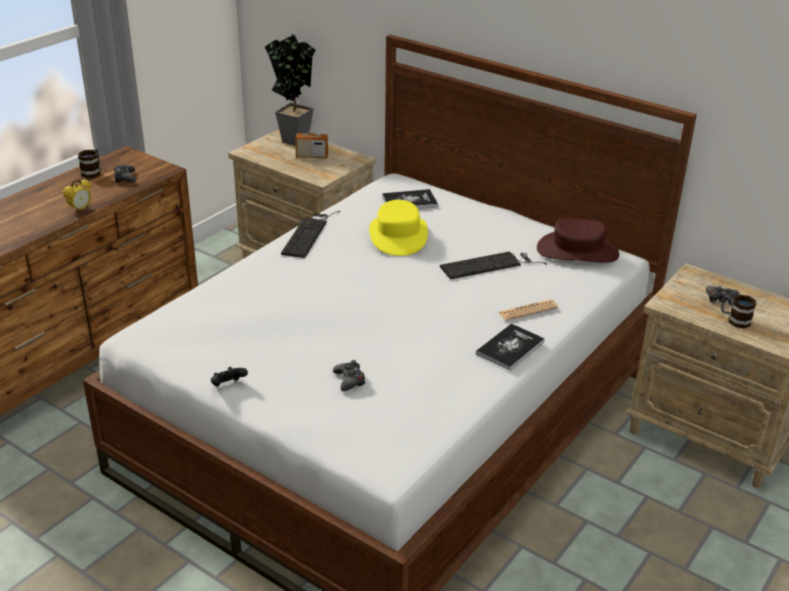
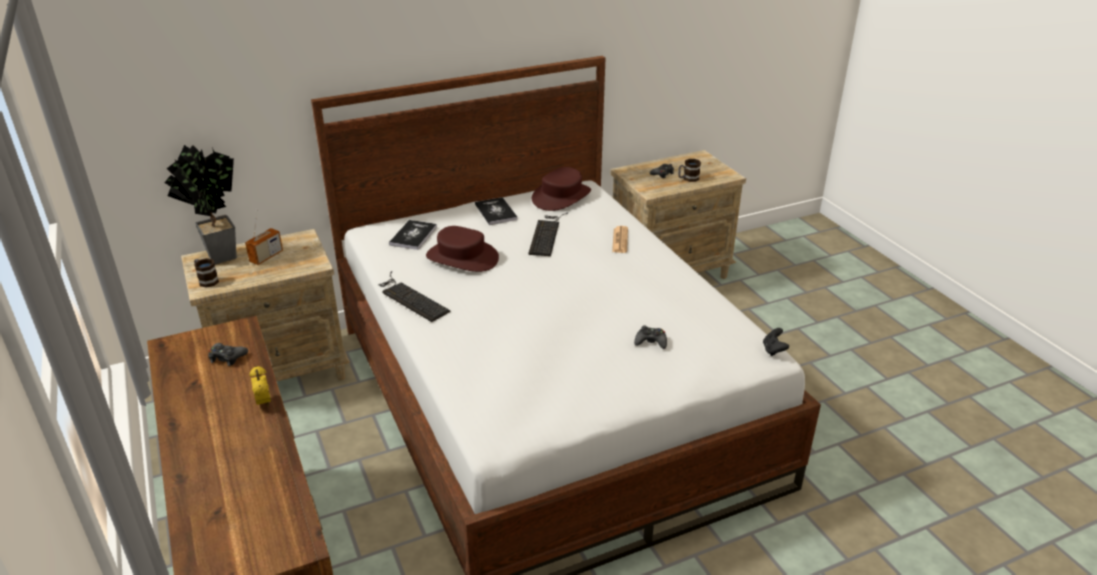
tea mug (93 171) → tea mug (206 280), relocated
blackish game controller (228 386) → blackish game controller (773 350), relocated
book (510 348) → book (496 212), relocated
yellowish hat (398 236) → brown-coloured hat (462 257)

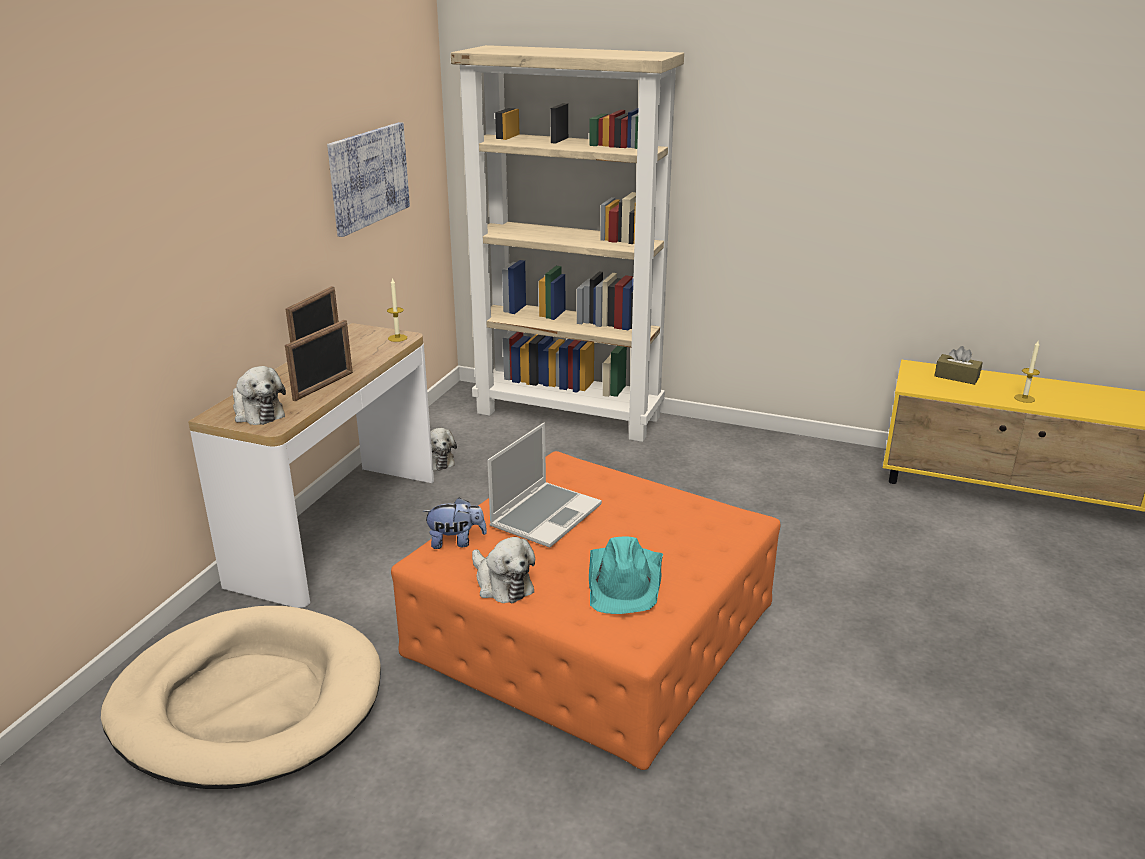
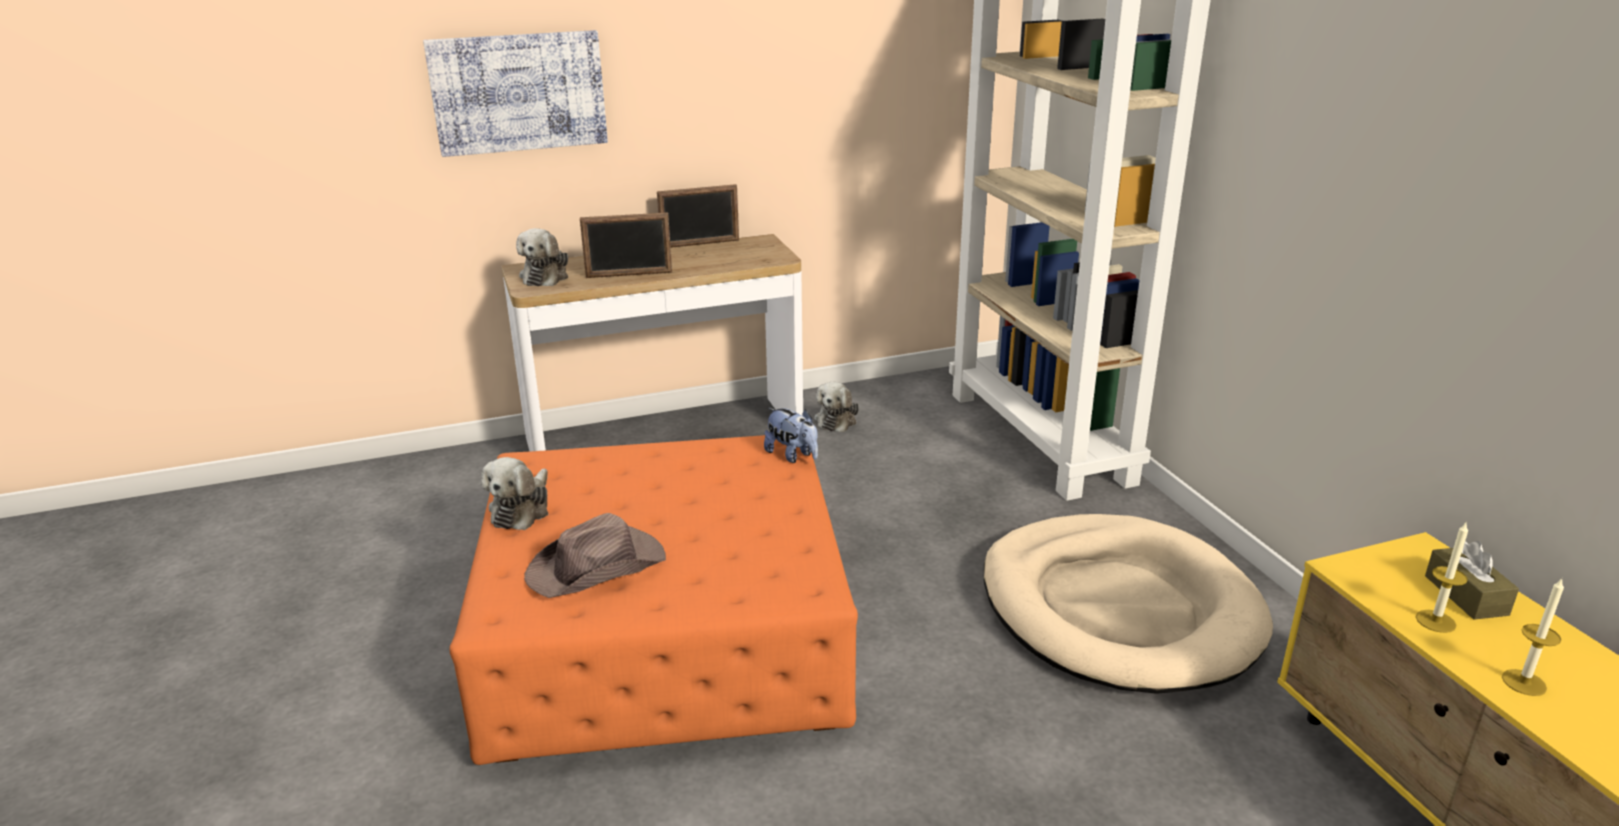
laptop (545 515) → -
beige-coloured dog cushion (248 702) → beige-coloured dog cushion (1118 610), relocated
picture (368 177) → picture (518 92), relocated
candle (397 338) → candle (1435 621), relocated
cuddly toy (456 542) → cuddly toy (792 455), relocated
turquoise hat (625 581) → brown-coloured hat (598 567)

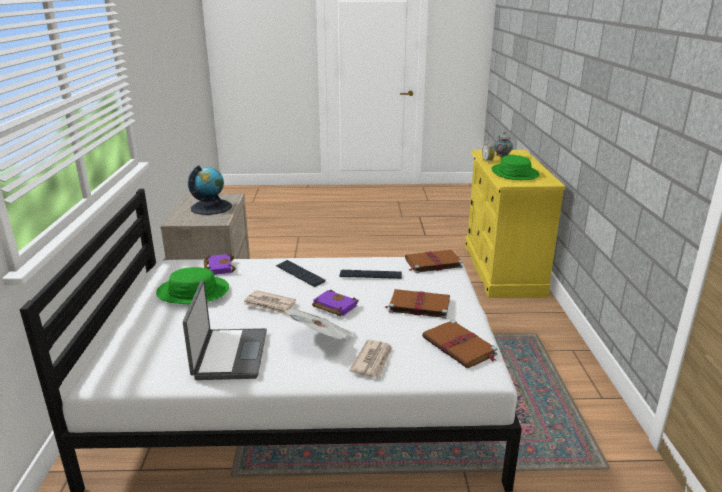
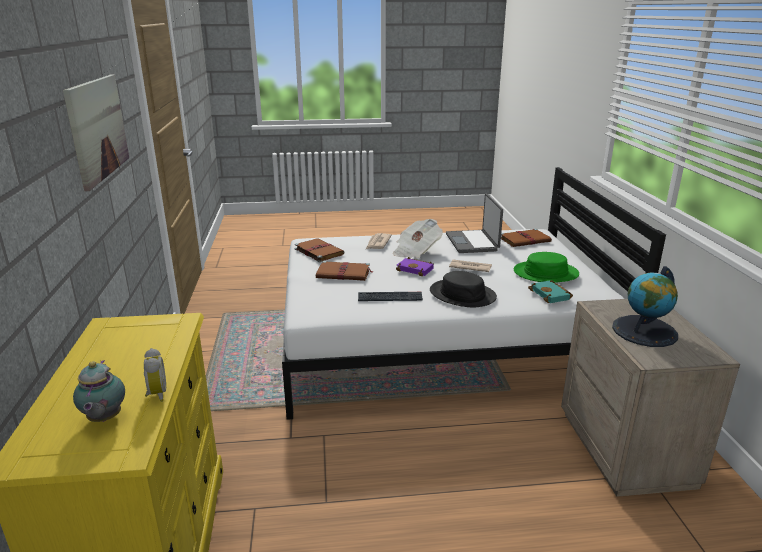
green hat (514 173) → -
- → picture (98 128)
brown-coloured book (432 263) → brown-coloured book (525 240), relocated
computer keyboard (300 274) → blackish hat (462 294)
purple-coloured book (218 267) → turquoise book (551 295)

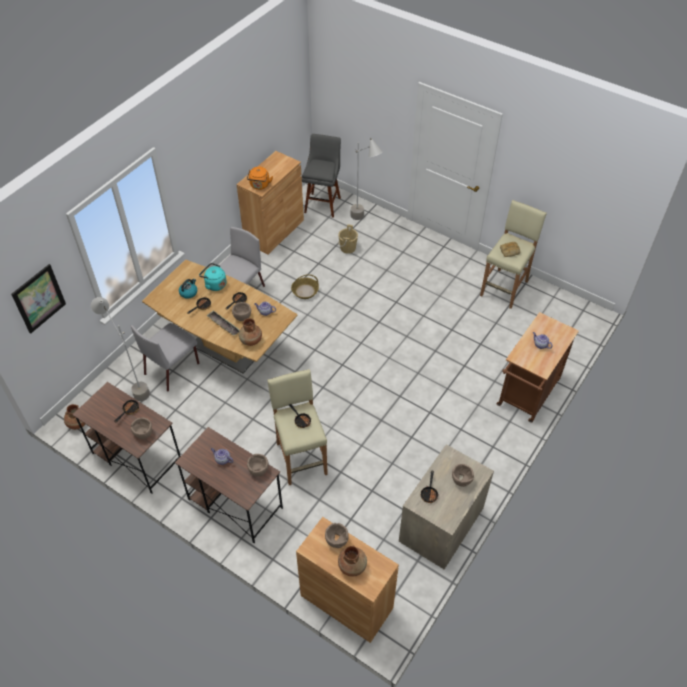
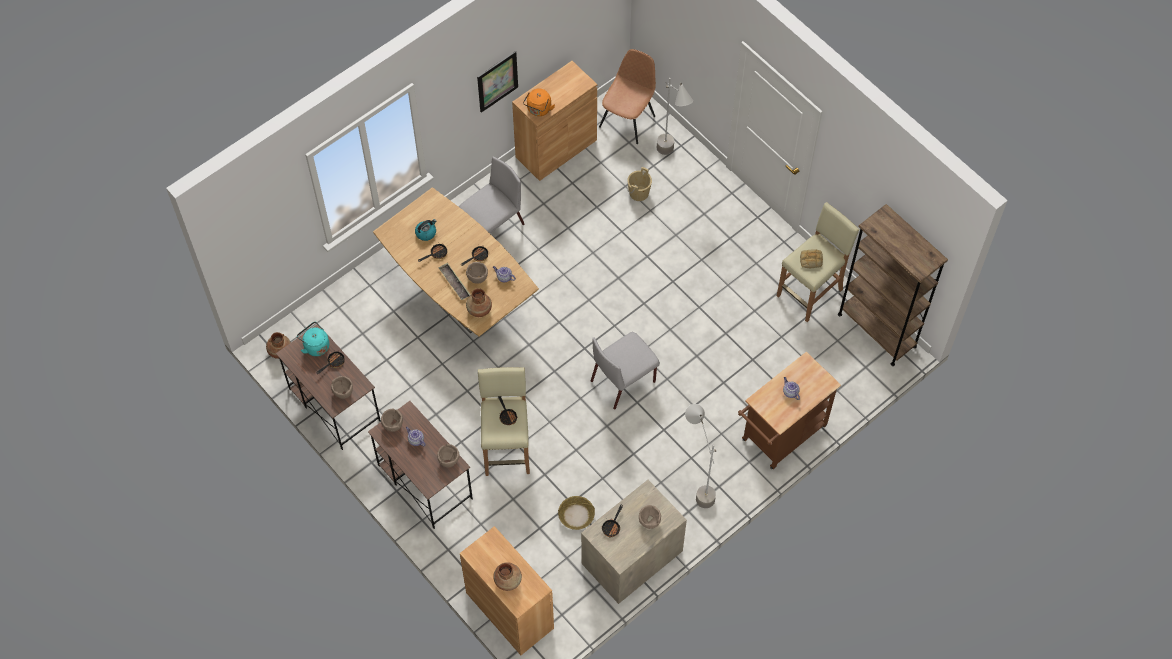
- → brown-coloured bookshelf (877 330)
picture (39 298) → picture (497 81), relocated
grey standard lamp (133 386) → grey standard lamp (697 486), relocated
grey upright chair (172 368) → grey upright chair (624 380), relocated
turquoise kettle (214 284) → turquoise kettle (315 346), relocated
household basket (305 291) → household basket (576 515), relocated
brown-coloured deep dish (336 540) → brown-coloured deep dish (393 424), relocated
grey sitting stool (323 203) → brown-coloured upright chair (628 120)

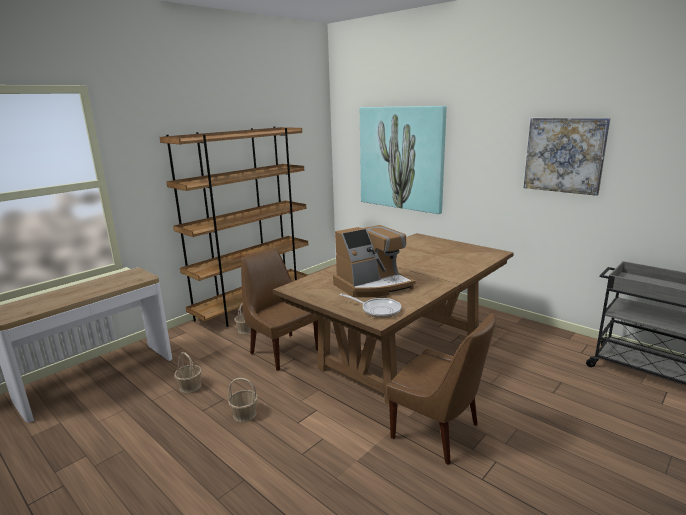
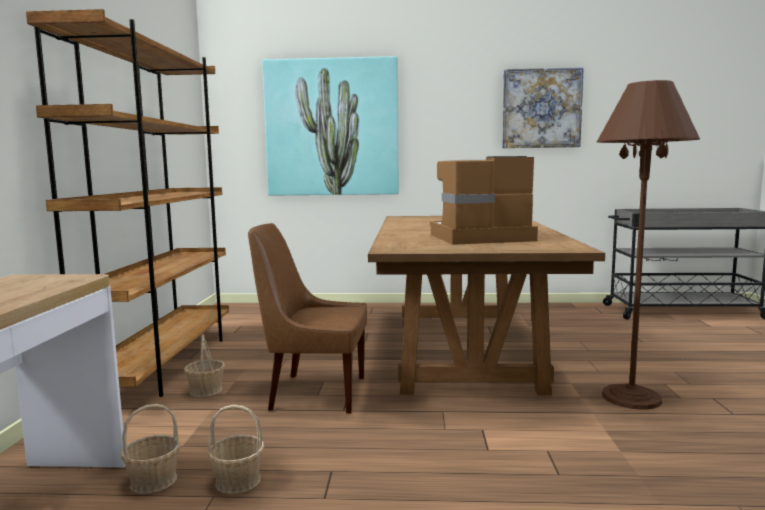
skillet (378 310) → -
household basket (244 414) → household basket (153 481), relocated
brown-coloured upright chair (438 432) → brown-coloured standard lamp (631 397)
coffee maker (373 286) → coffee maker (479 238), 120 degrees counterclockwise

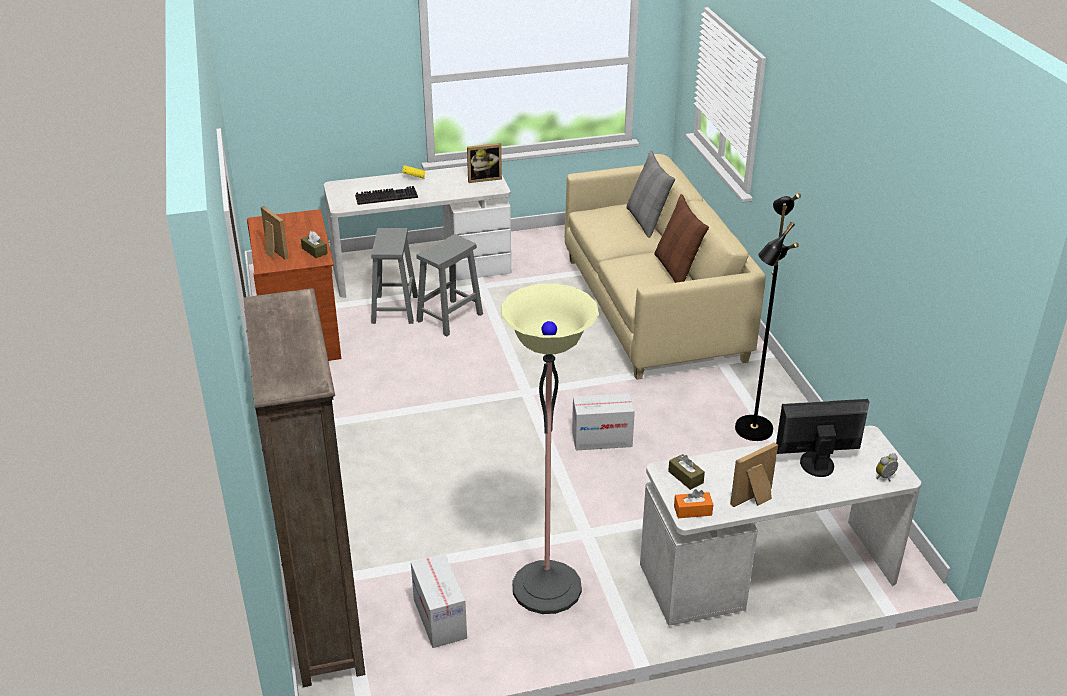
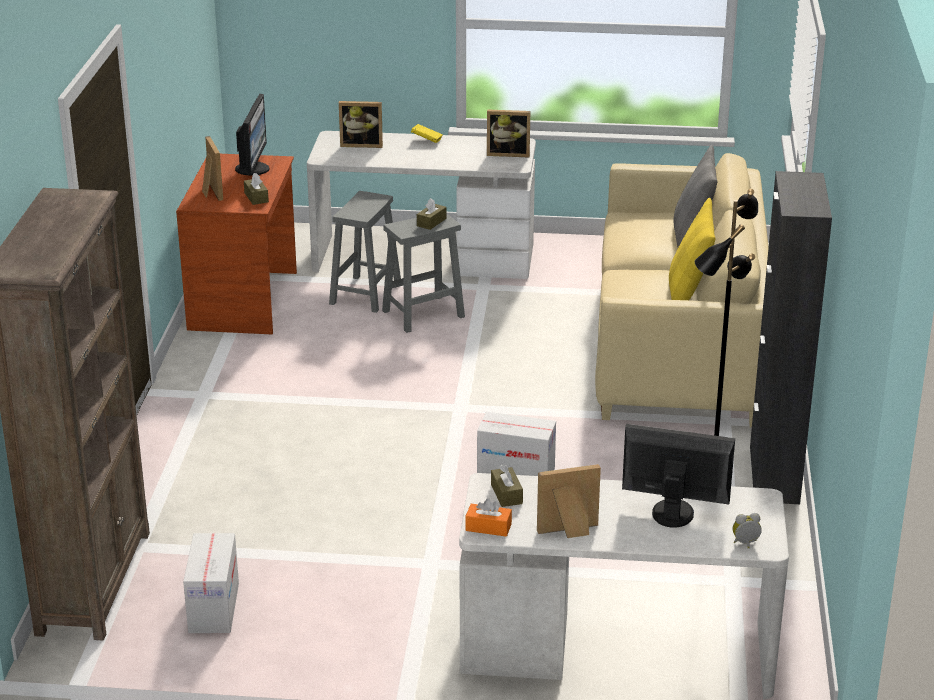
computer keyboard (387 196) → -
standard lamp (546 588) → -
- → monitor (253 169)
- → standing frame (362 144)
- → brown-coloured tissue box (431 222)
- → blackish cupboard (774 475)
brown-coloured throw pillow (677 270) → yellowish throw pillow (688 293)

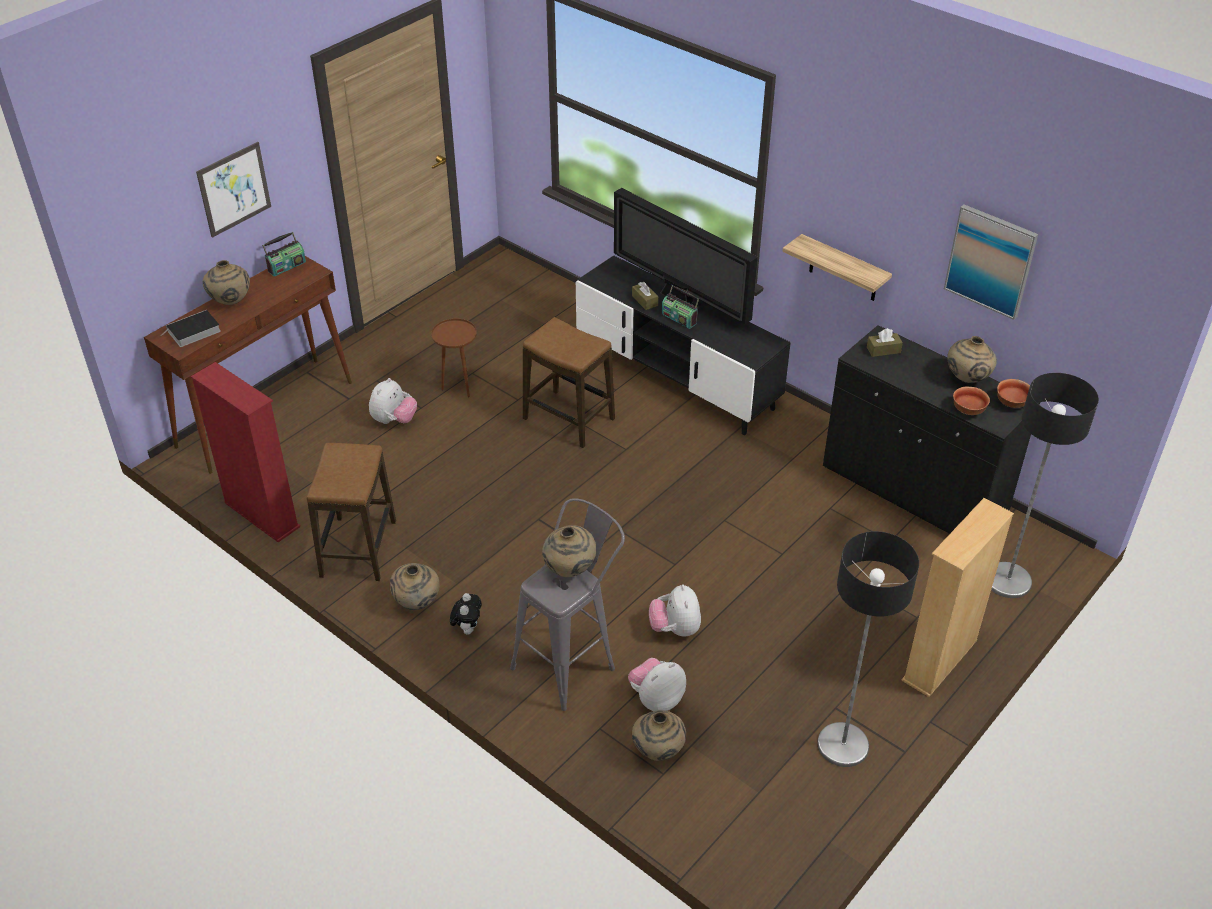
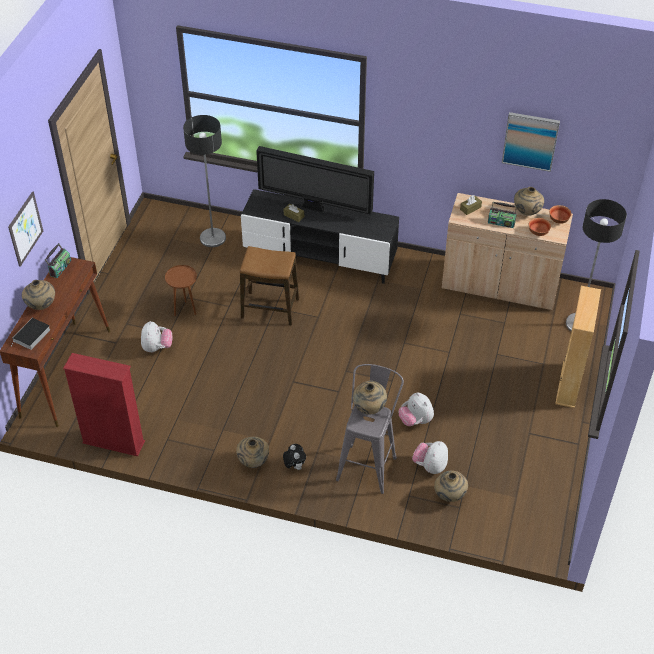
sitting stool (358 548) → -
wall shelf (843 269) → -
radio receiver (679 318) → radio receiver (501 222), relocated
standard lamp (843 745) → standard lamp (212 238), relocated
blackish cupboard (914 489) → beige-coloured cupboard (500 285)

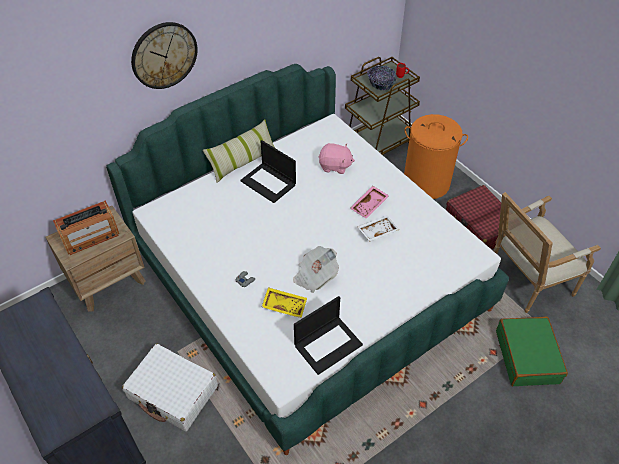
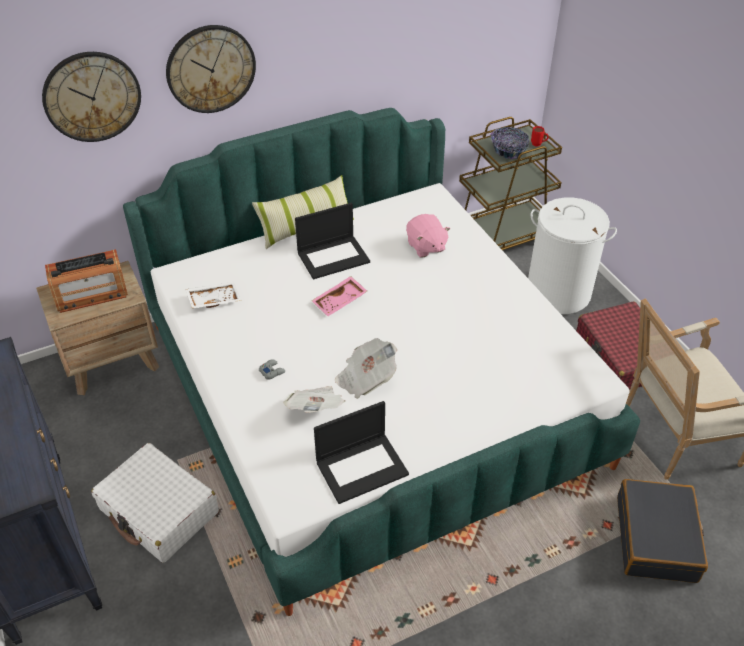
- → wall clock (92 96)
pink tray (369 206) → pink tray (340 302), relocated
whitish tray (377 231) → whitish tray (214 299), relocated
yellowish tray (284 305) → newspaper (316 409)
orangey laundry basket (426 182) → whitish laundry basket (558 292)
green piece of luggage (527 357) → blackish piece of luggage (656 539)
laptop (269 183) → laptop (333 257), 75 degrees counterclockwise
pink cuddly toy (335 166) → pink cuddly toy (426 246), 45 degrees clockwise

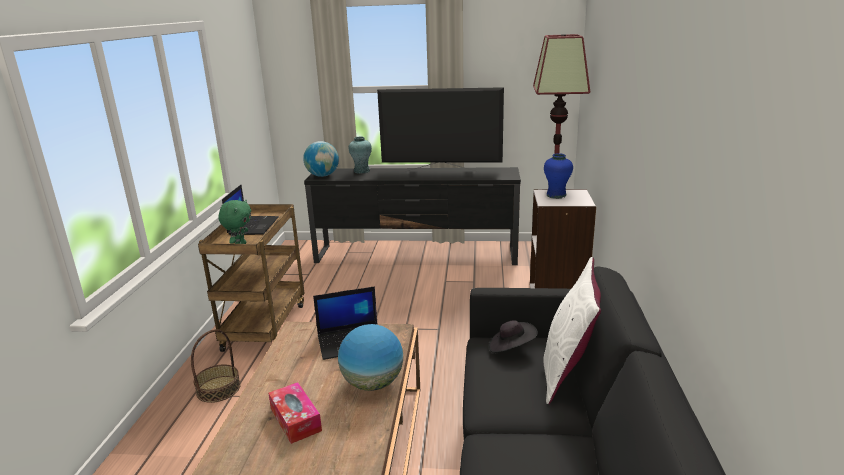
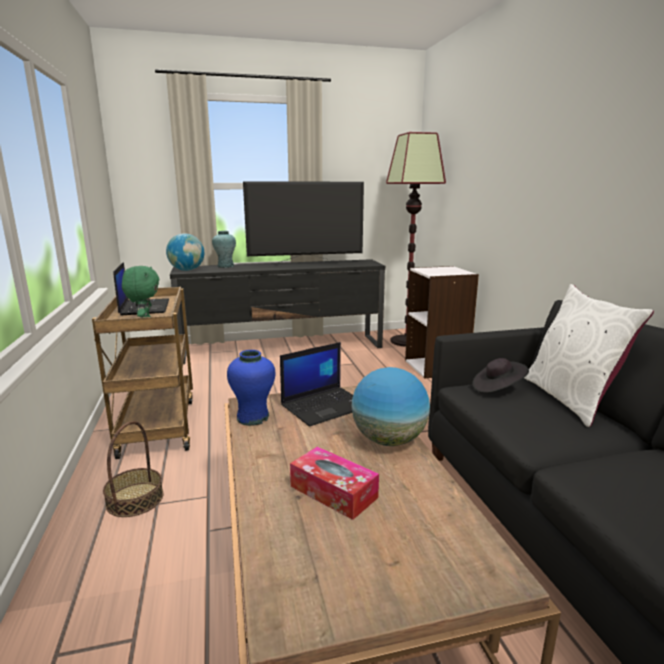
blue vase (556 195) → blue vase (253 417), relocated

